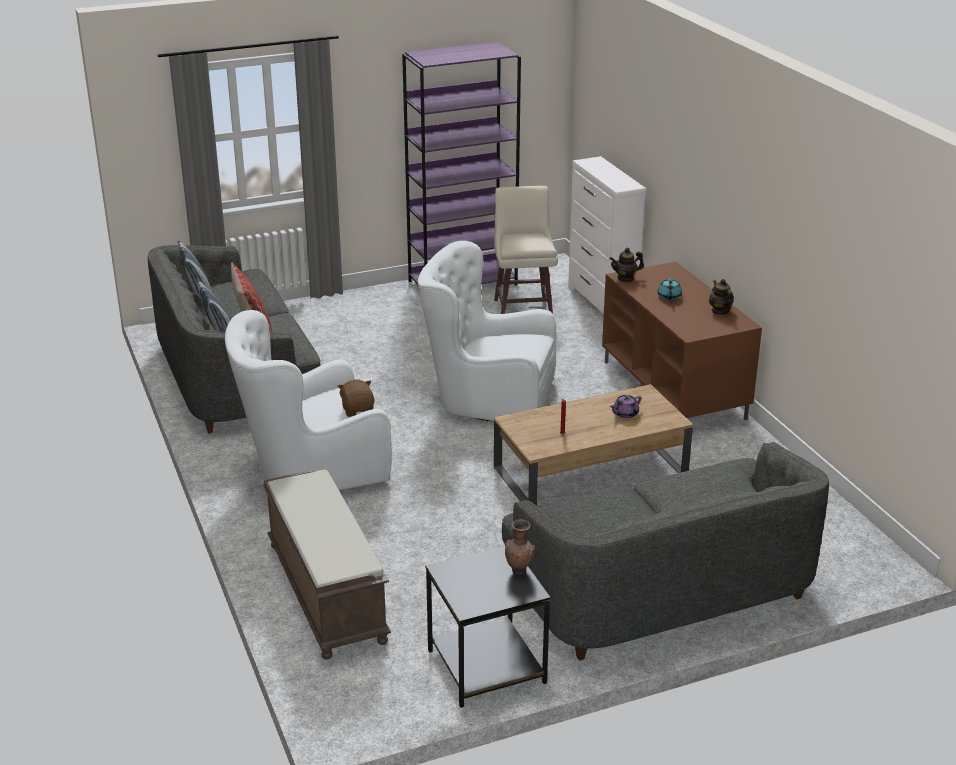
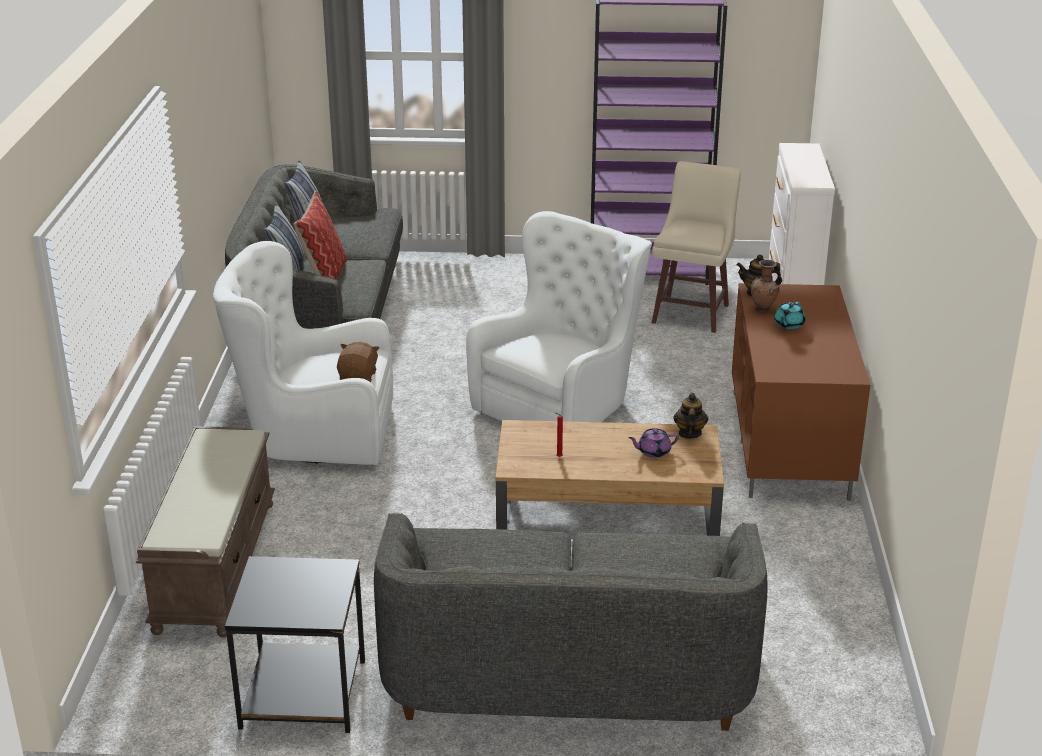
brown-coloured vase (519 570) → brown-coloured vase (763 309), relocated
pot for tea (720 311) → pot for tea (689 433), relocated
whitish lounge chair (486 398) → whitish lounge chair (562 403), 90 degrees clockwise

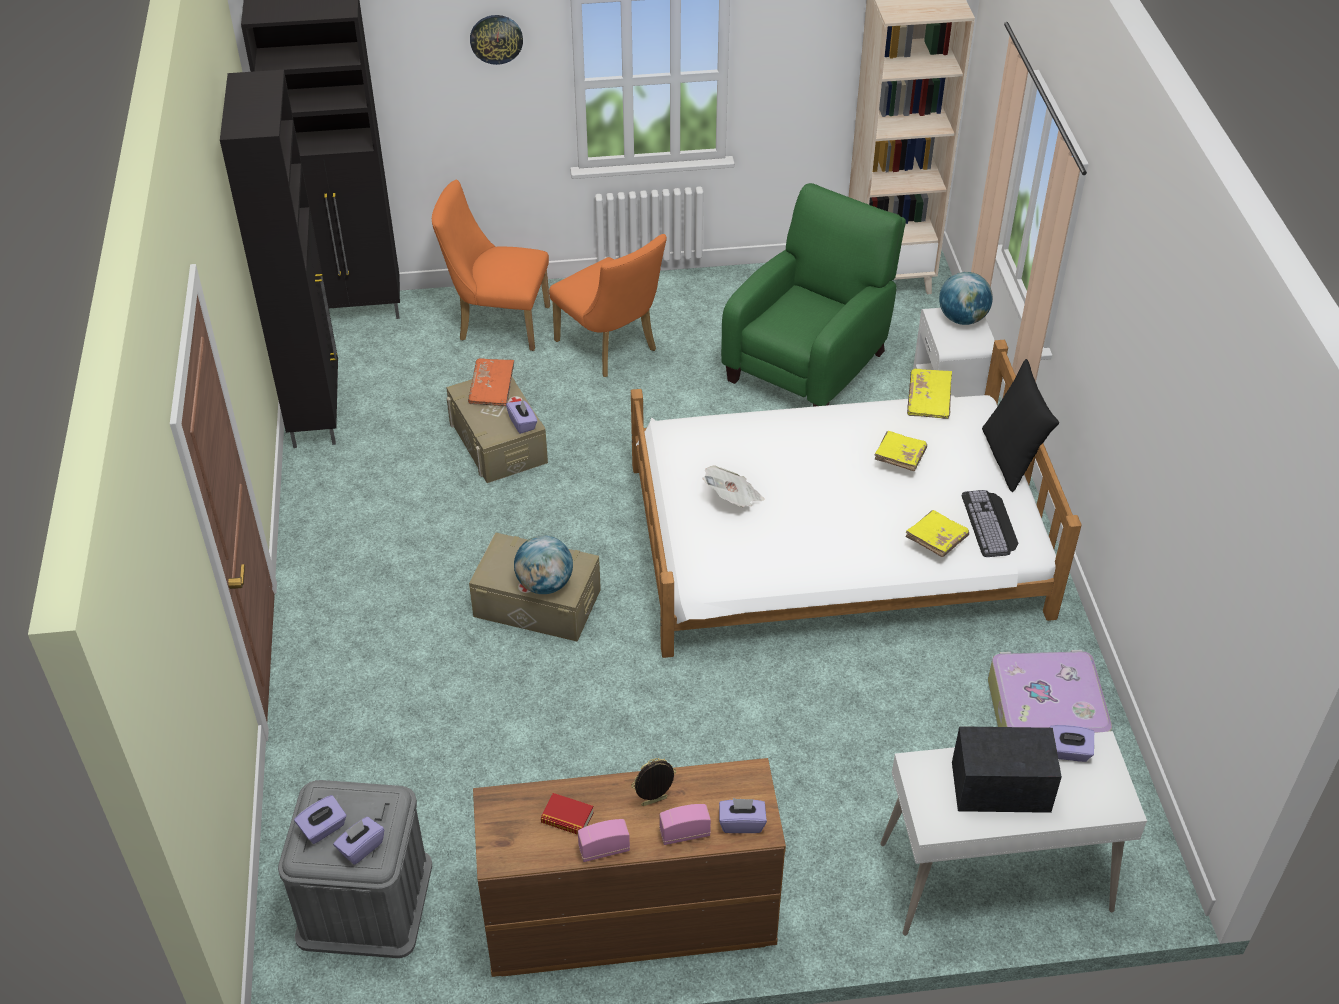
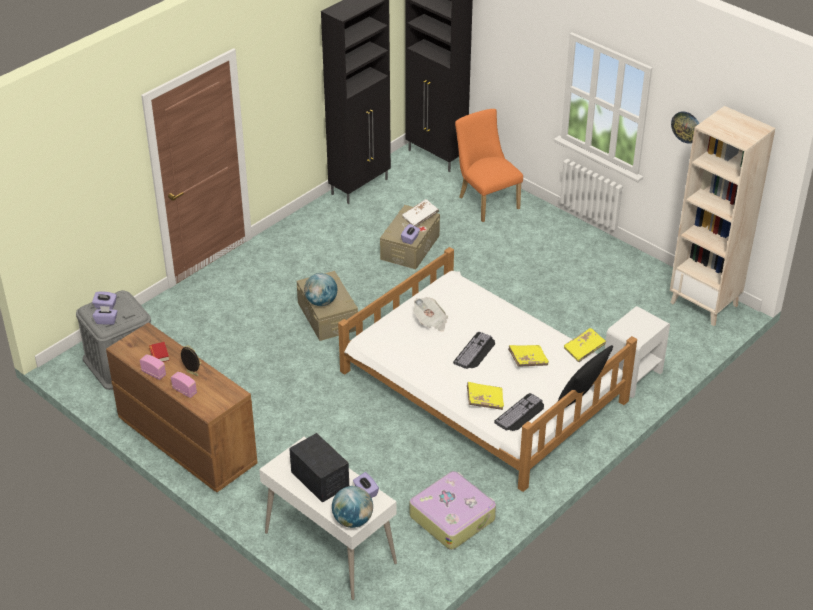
orangey upright chair (611 349) → -
purple-coloured tissue box (741 823) → -
green lounge chair (810 363) → -
- → computer keyboard (475 352)
wall clock (496 39) → wall clock (686 127), relocated
desk globe (962 318) → desk globe (353 520), relocated
orangey book (492 389) → whitish book (420 218)

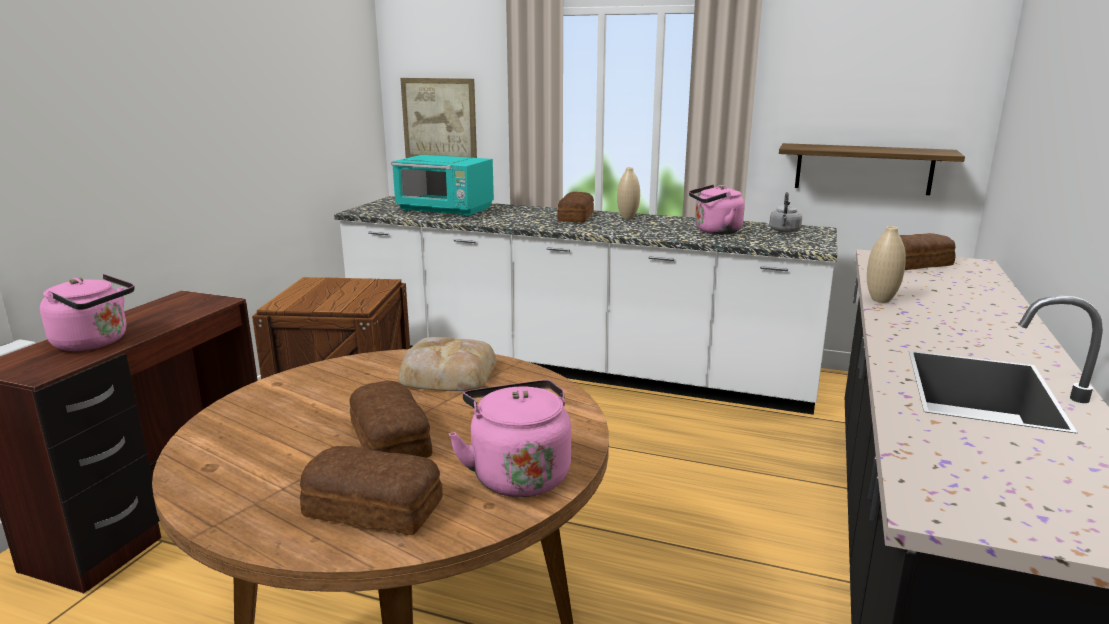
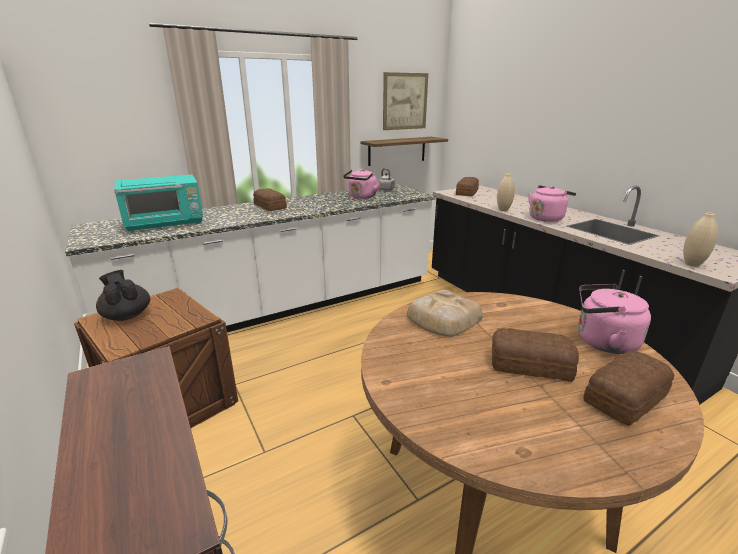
- → blackish pot for tea (127 315)
pink kettle (95 342) → pink kettle (547 218), relocated
picture (439 119) → picture (405 101), relocated
beige-coloured vase (627 218) → beige-coloured vase (692 264), relocated

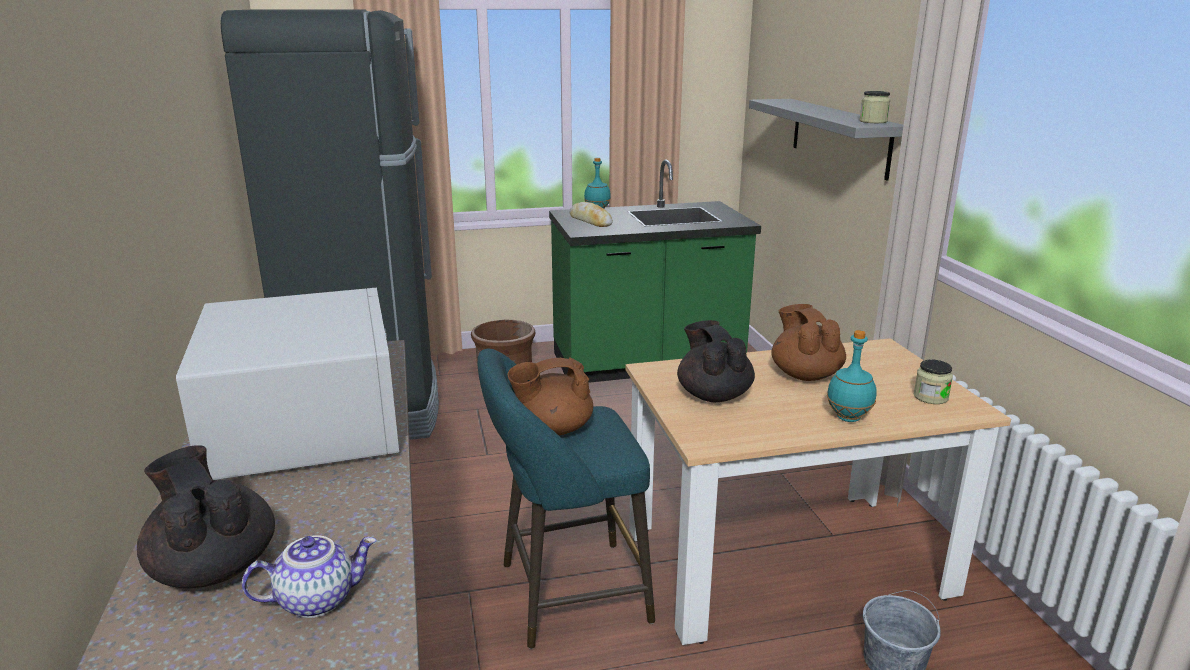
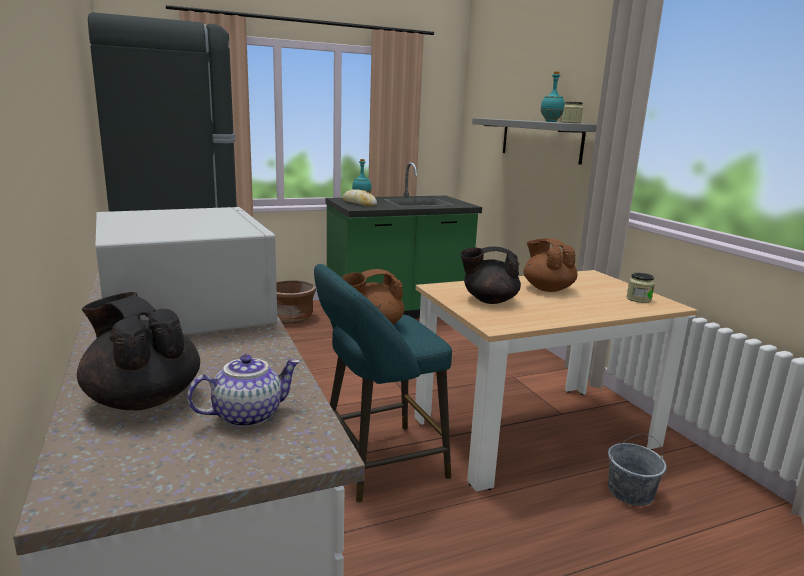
turquoise beverage bottle (847 418) → turquoise beverage bottle (550 121), relocated
blackish pot for tea (713 395) → blackish pot for tea (489 300), 60 degrees counterclockwise

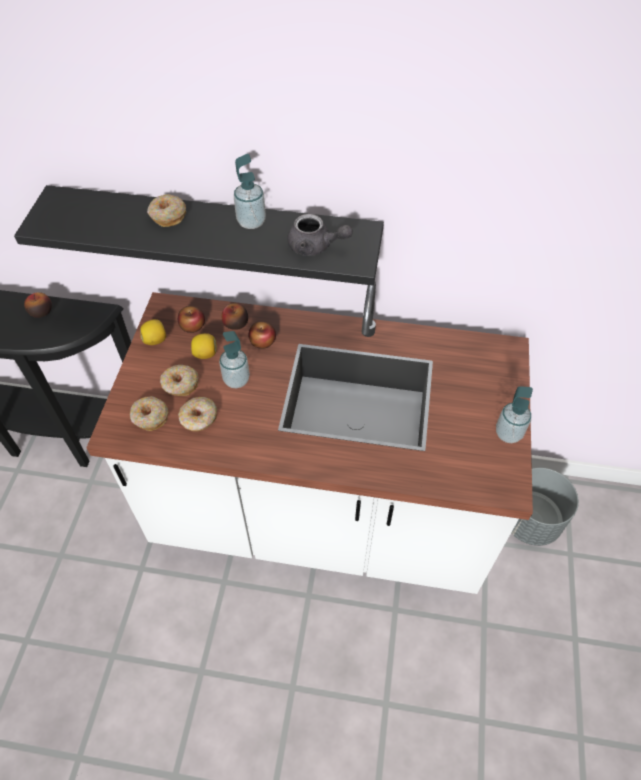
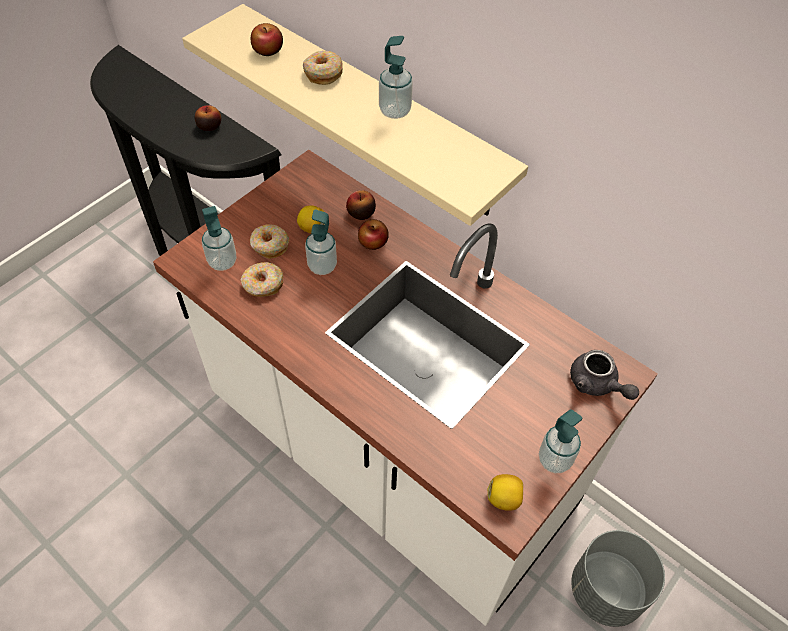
lemon (155 340) → lemon (504 498), relocated
whole apple (192 326) → whole apple (268 50), relocated
grey pot for tea (315 247) → grey pot for tea (597 384), relocated
ring doughnut (150 417) → soap bottle (222 262)
blackish wall shelf (215 233) → beige-coloured wall shelf (372 111)

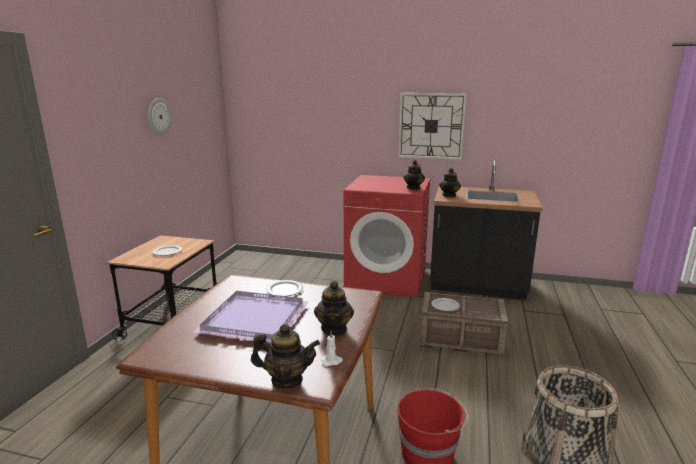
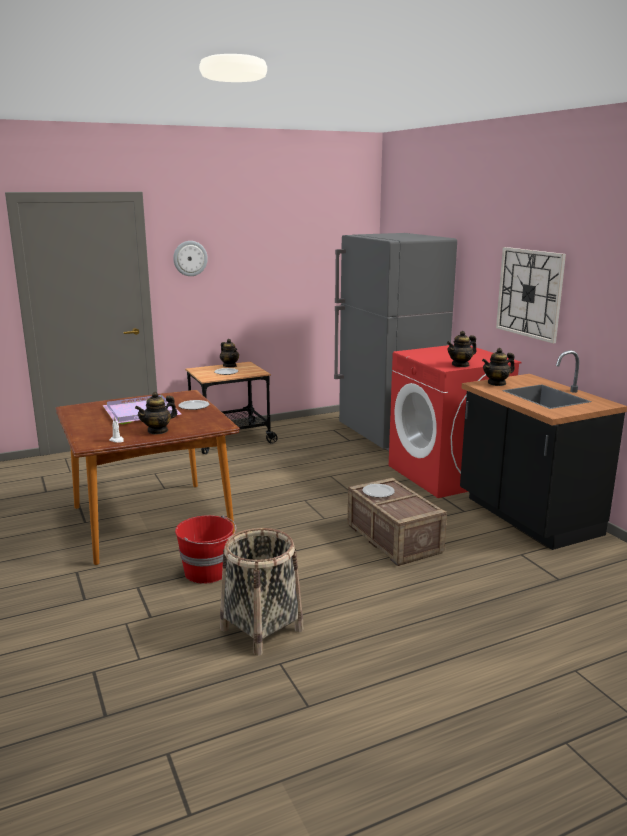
- → grey kitchen fridge (389 437)
wall clock (158 117) → wall clock (190 258), relocated
pot for tea (286 380) → pot for tea (229 366), relocated

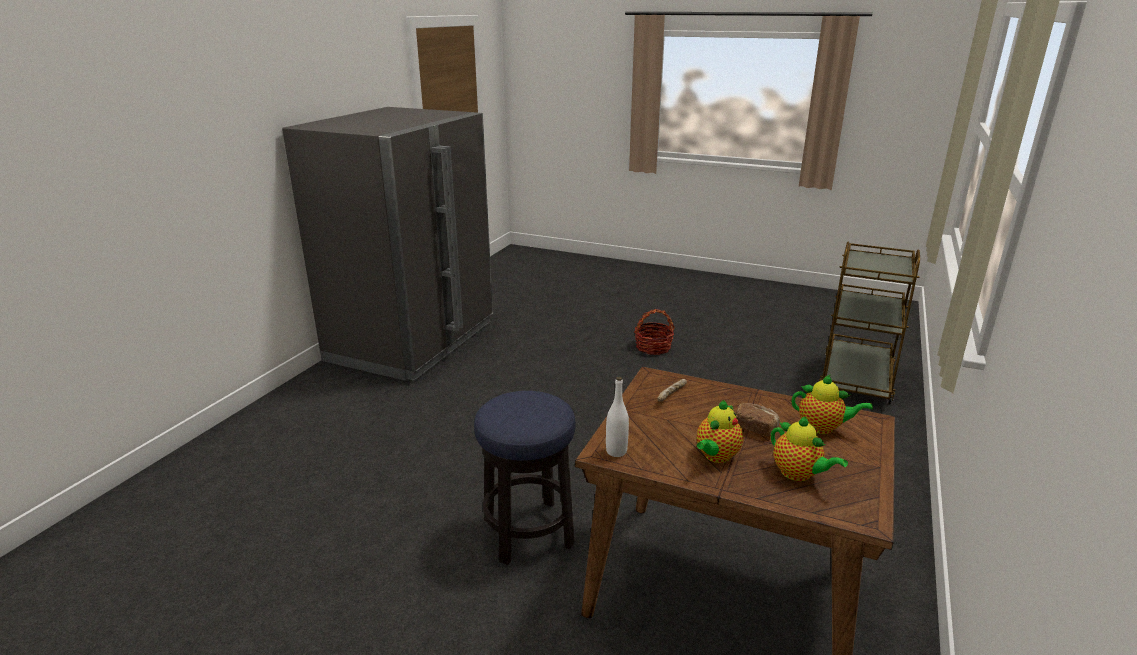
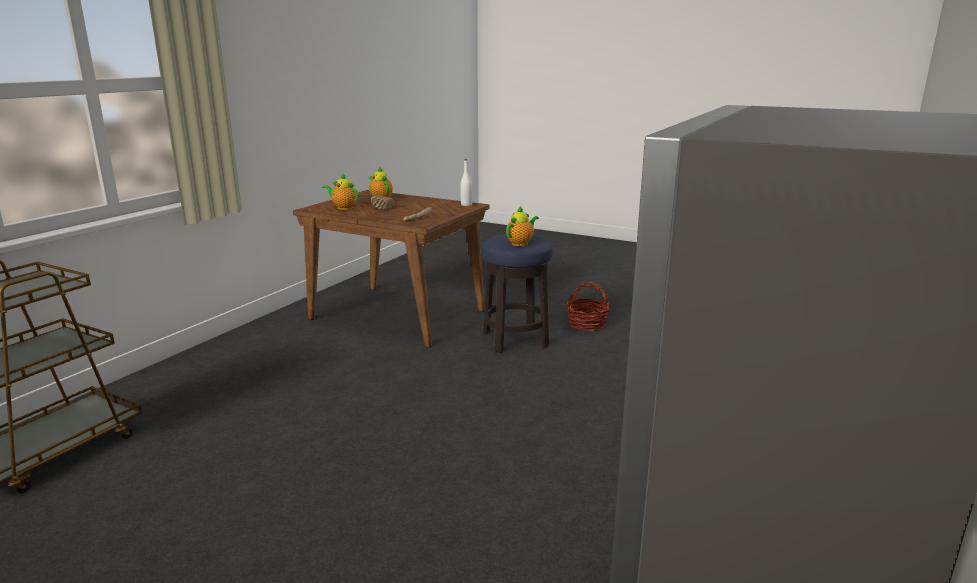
household basket (653 347) → household basket (587 324), relocated
pot for tea (716 456) → pot for tea (521 243), relocated

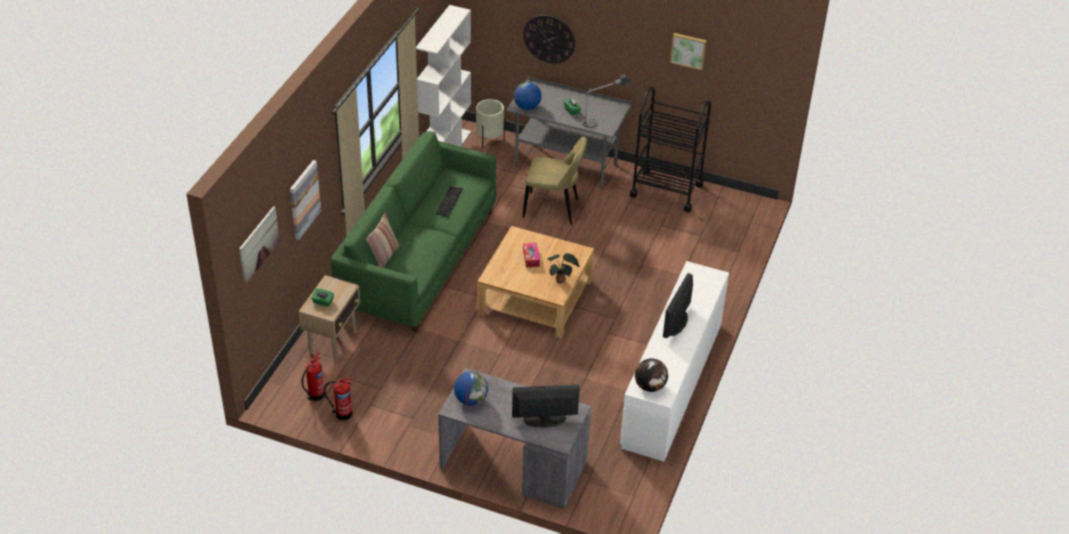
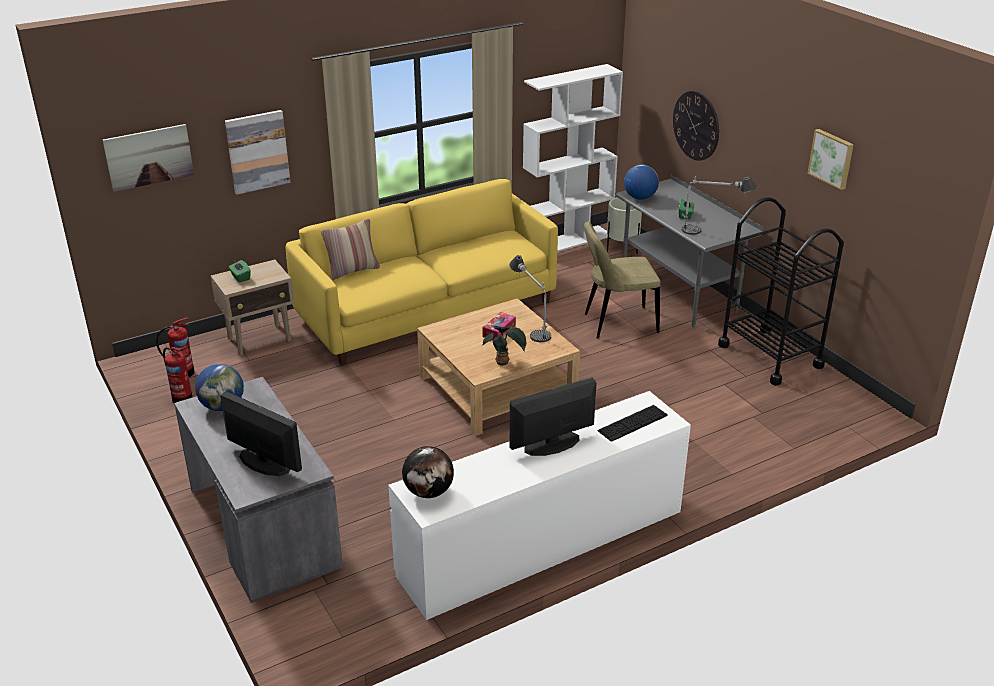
- → tabletop lamp (530 325)
computer keyboard (449 201) → computer keyboard (632 423), relocated
green settee (418 259) → yellowish settee (426 310)
beige-coloured upright chair (553 209) → beige-coloured upright chair (617 323), 120 degrees clockwise

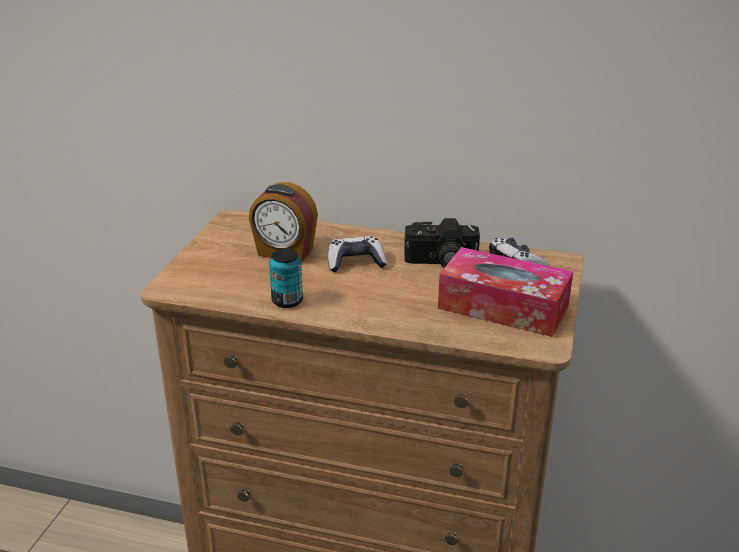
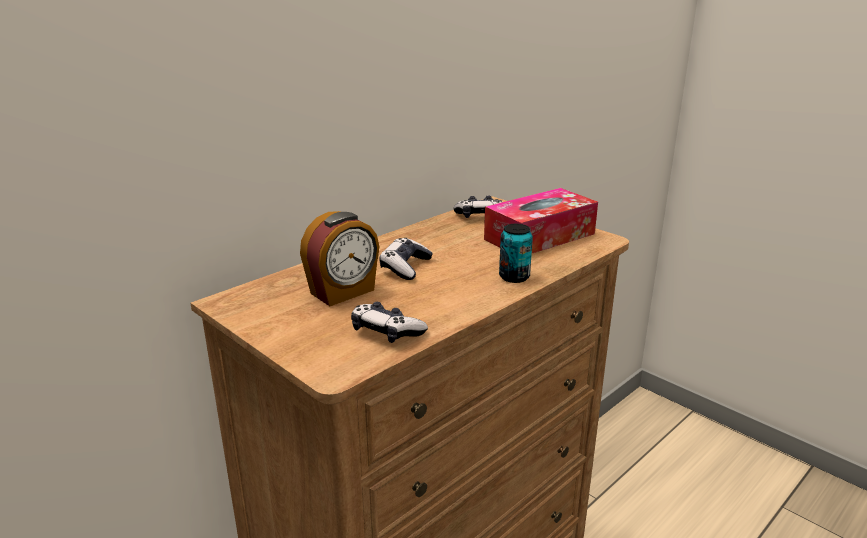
still camera (441 262) → -
- → game controller (386 332)
metal can (287 301) → metal can (514 277), relocated

